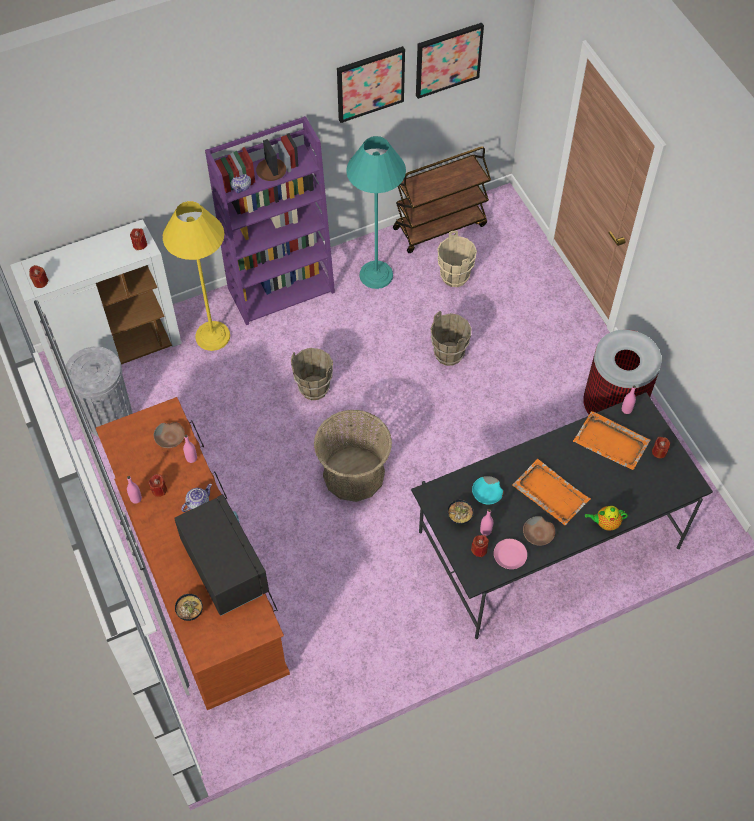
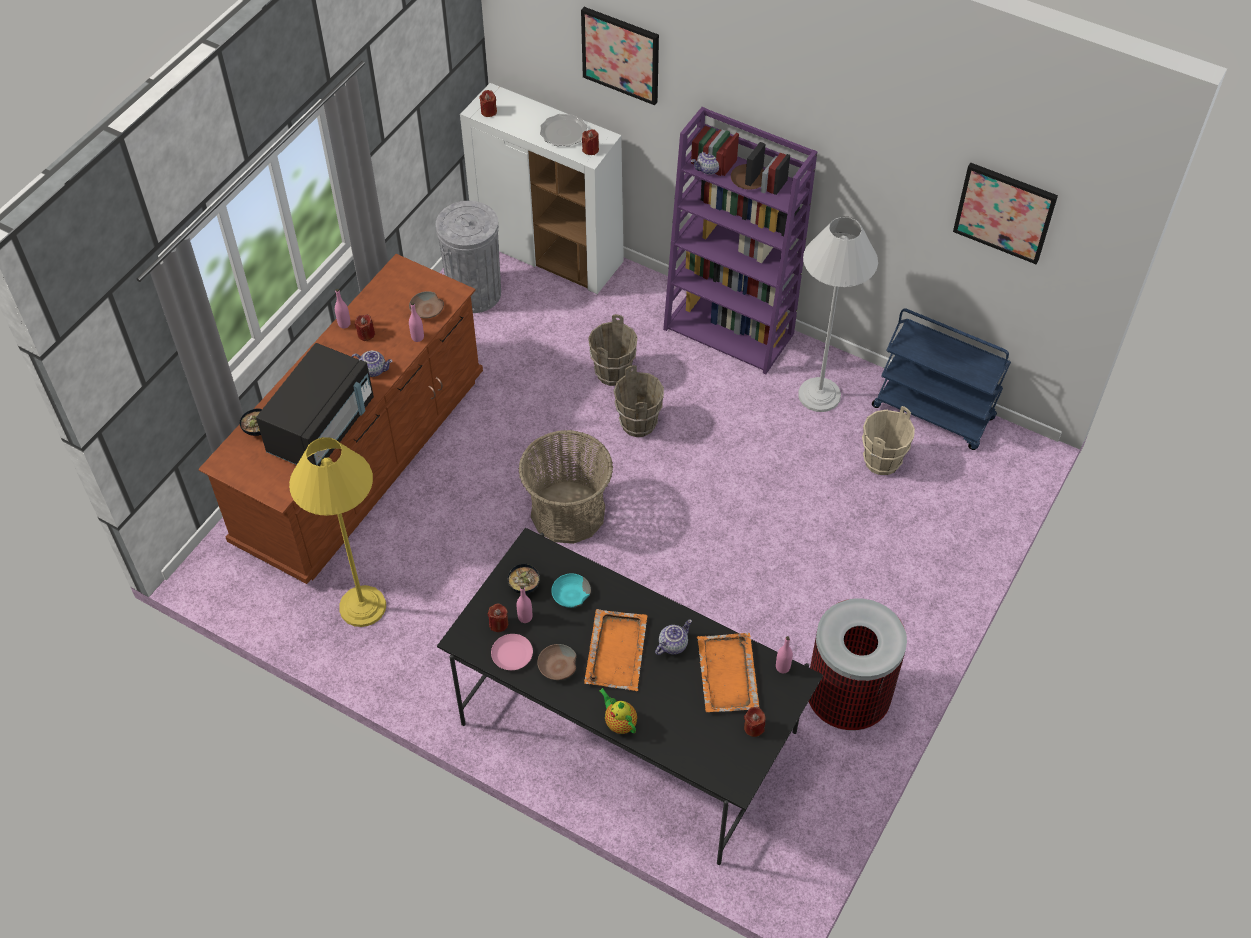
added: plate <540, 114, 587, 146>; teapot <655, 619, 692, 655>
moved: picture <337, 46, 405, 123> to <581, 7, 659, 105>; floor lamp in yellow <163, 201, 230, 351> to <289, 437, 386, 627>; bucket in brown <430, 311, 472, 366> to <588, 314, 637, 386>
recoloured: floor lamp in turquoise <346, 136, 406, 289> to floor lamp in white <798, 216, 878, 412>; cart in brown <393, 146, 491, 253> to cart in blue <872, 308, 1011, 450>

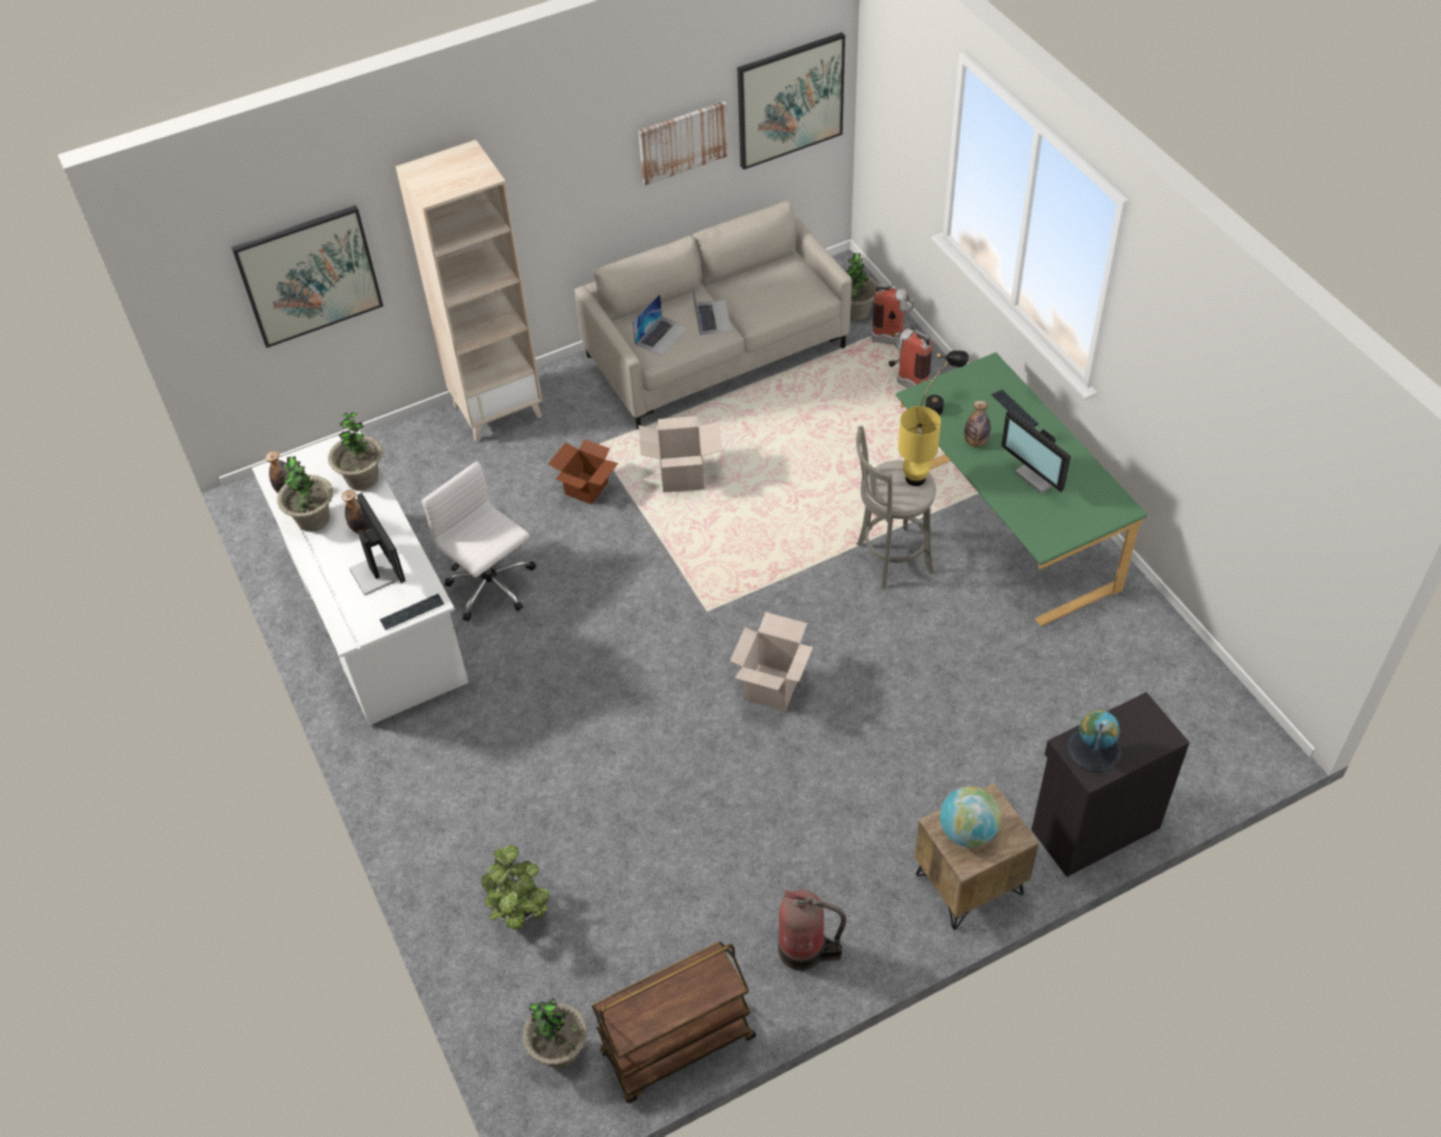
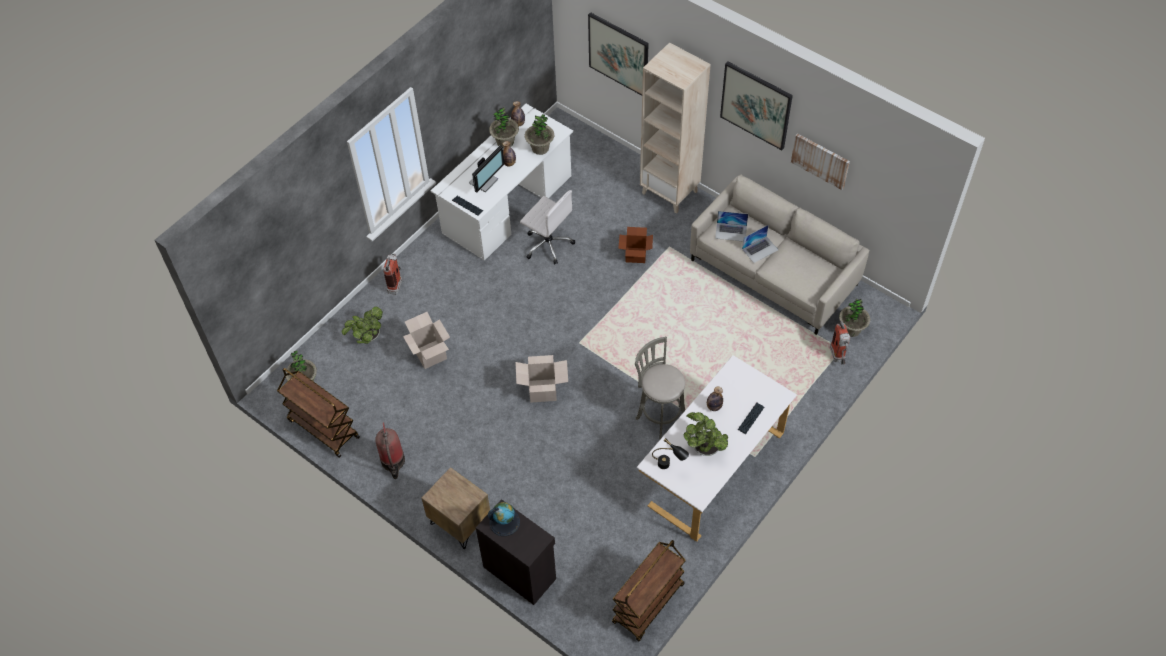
removed: table lamp in yellow <898, 406, 941, 486>; globe <940, 786, 1001, 847>
added: cart in brown <612, 540, 686, 642>
moved: picture <737, 32, 845, 170> to <720, 62, 793, 150>; fire extinguisher <889, 328, 932, 388> to <383, 254, 402, 295>; table lamp in black <920, 351, 969, 415> to <652, 438, 689, 469>; cardboard box <639, 416, 722, 493> to <403, 312, 450, 369>
replaced: monitor <1001, 410, 1071, 494> to potted plant <684, 412, 728, 456>
recoloured: desk in green <896, 352, 1147, 626> to desk in white <637, 355, 797, 542>
turned: office chair in white <422, 461, 536, 621> = <520, 190, 575, 264> 105 degrees clockwise

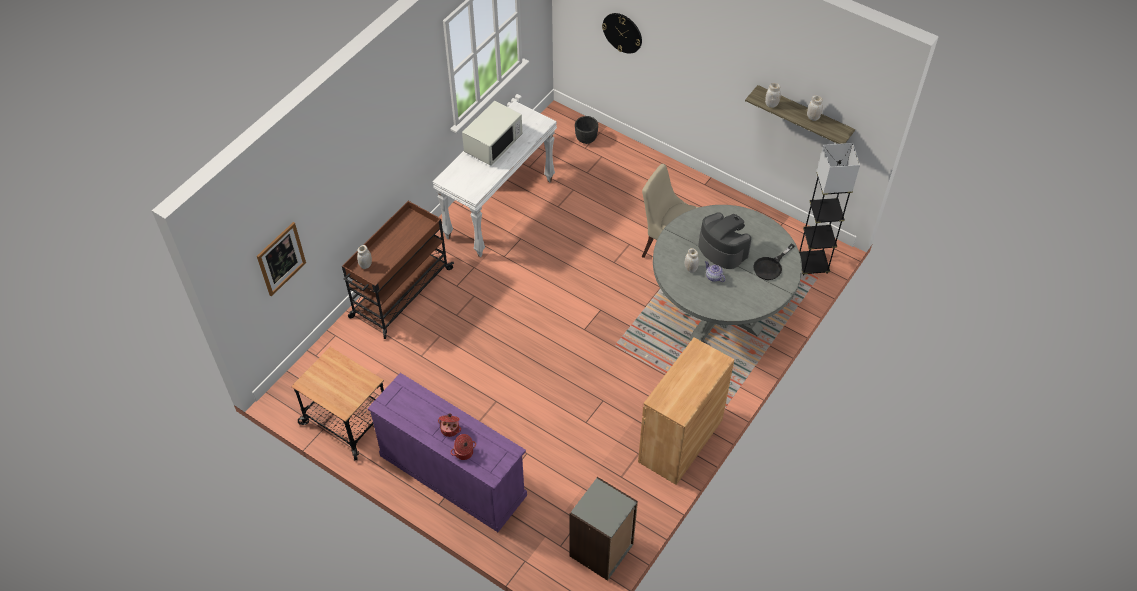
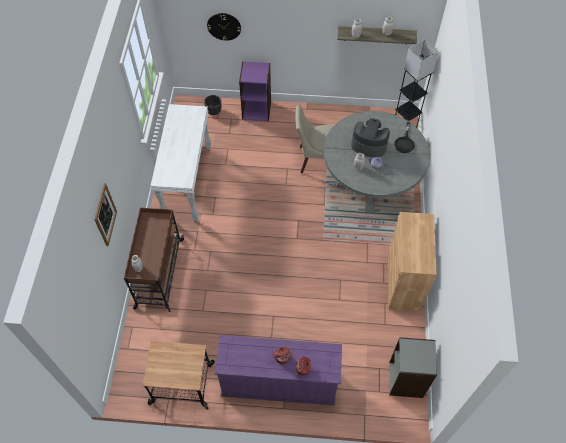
removed: microwave in white <462, 101, 522, 166>
added: bookcase in purple <239, 61, 271, 121>
moved: picture <257, 222, 306, 296> to <94, 183, 117, 246>

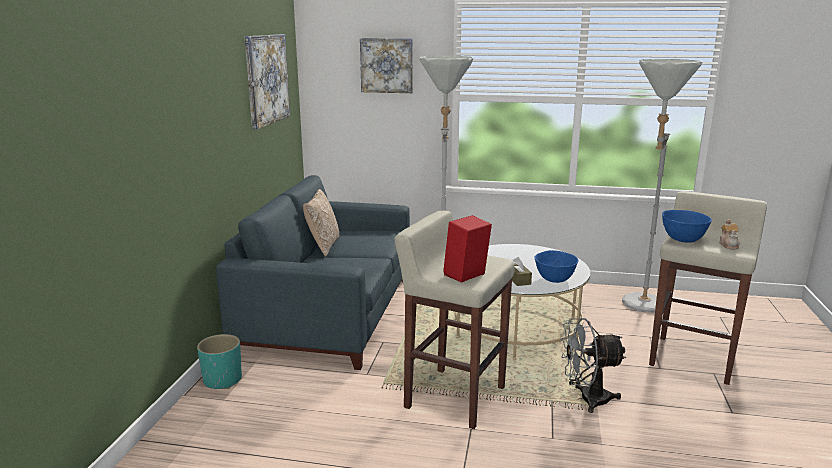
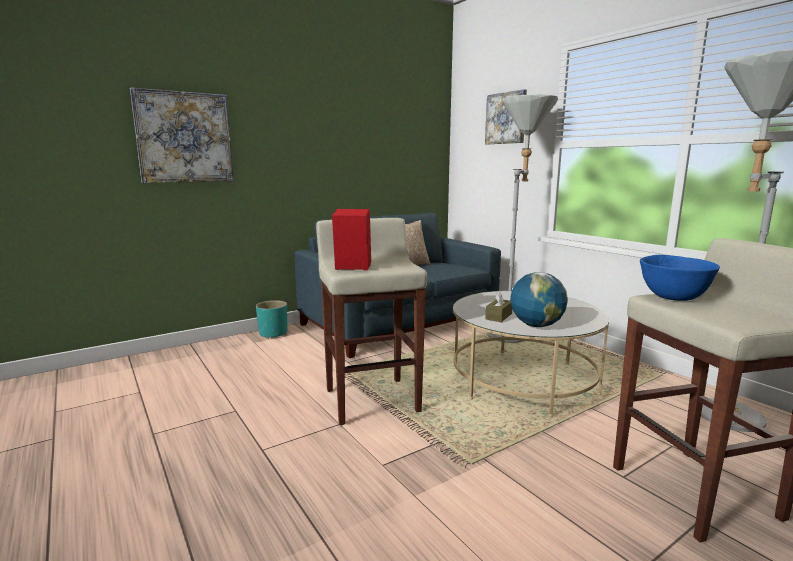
removed: teapot <719, 220, 740, 249>; fan in grey <561, 318, 626, 413>
moved: picture <245, 34, 290, 129> to <130, 87, 234, 183>
replaced: bowl in blue <535, 250, 578, 283> to globe <510, 272, 568, 327>

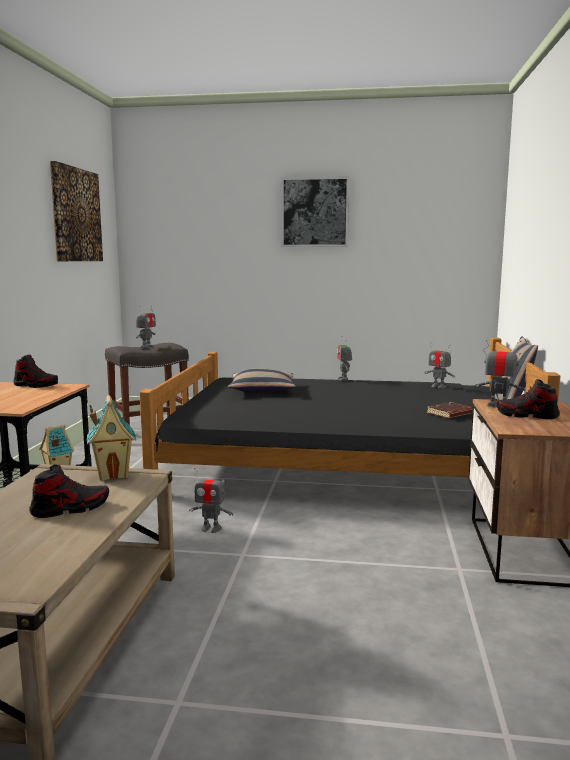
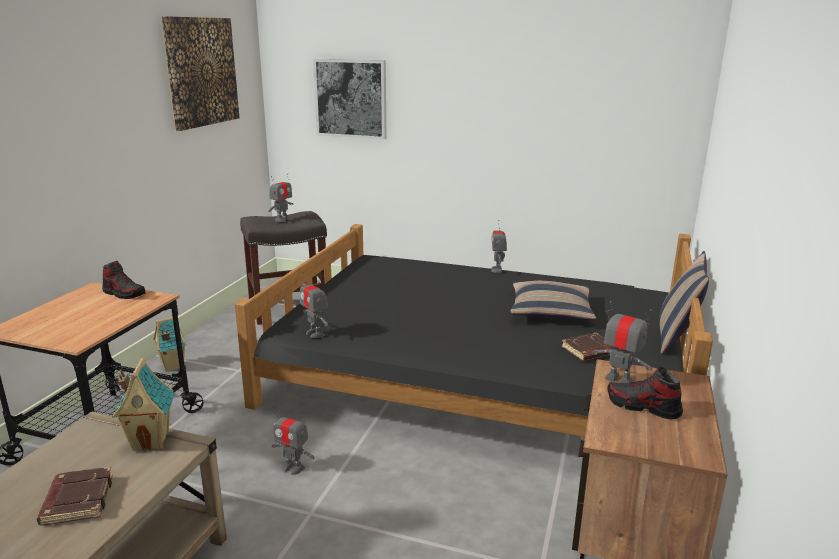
moved: picture <281, 176, 350, 247> to <313, 59, 386, 139>; toy robot <425, 345, 455, 388> to <300, 272, 329, 338>; pillow <228, 368, 295, 393> to <510, 281, 596, 319>
replaced: shoe <29, 464, 109, 518> to book in brown <37, 467, 113, 526>

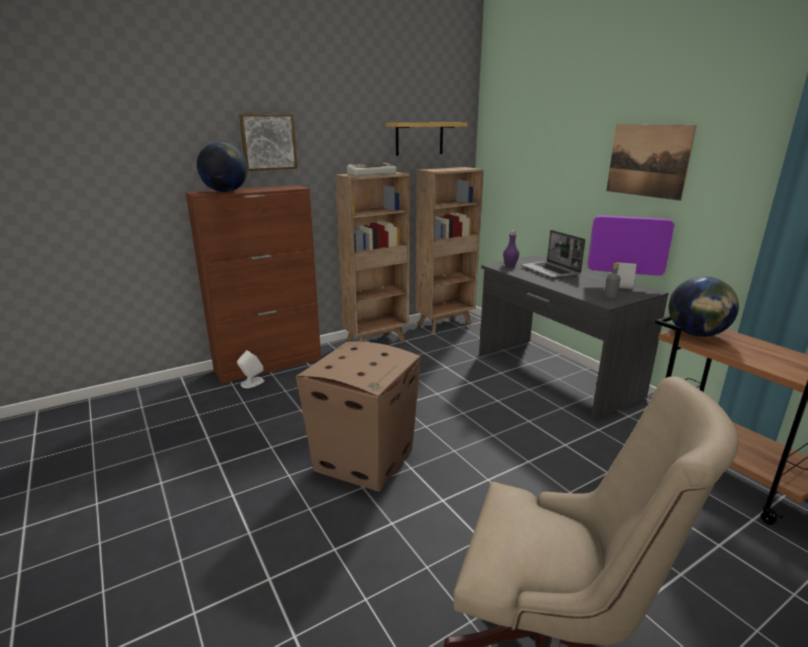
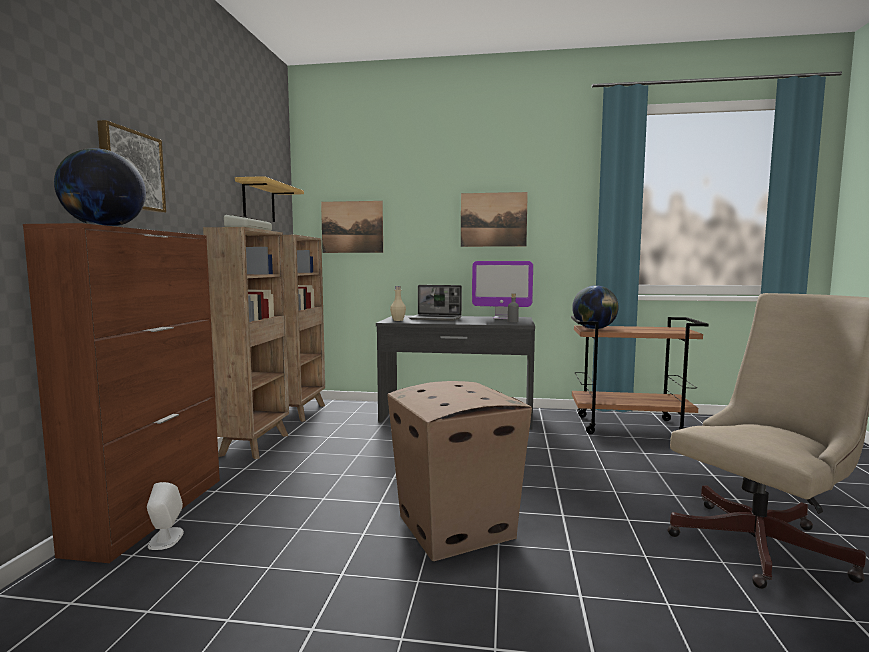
added: picture <321, 201, 383, 253>
recoloured: bottle in purple <503, 231, 519, 267> to bottle in beige <390, 286, 406, 321>
turned: monitor <587, 215, 674, 289> = <472, 261, 533, 319> 135 degrees counterclockwise

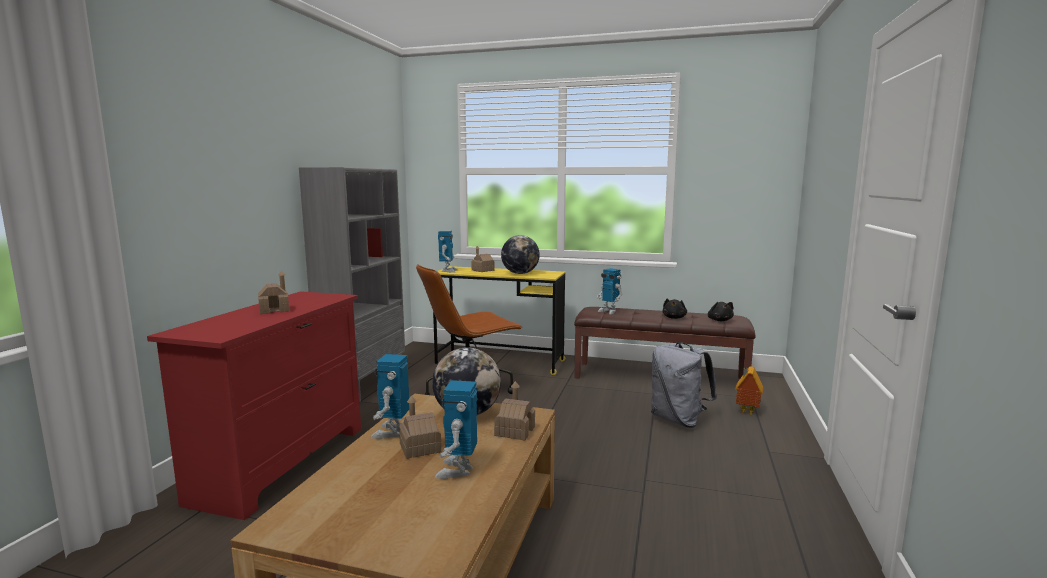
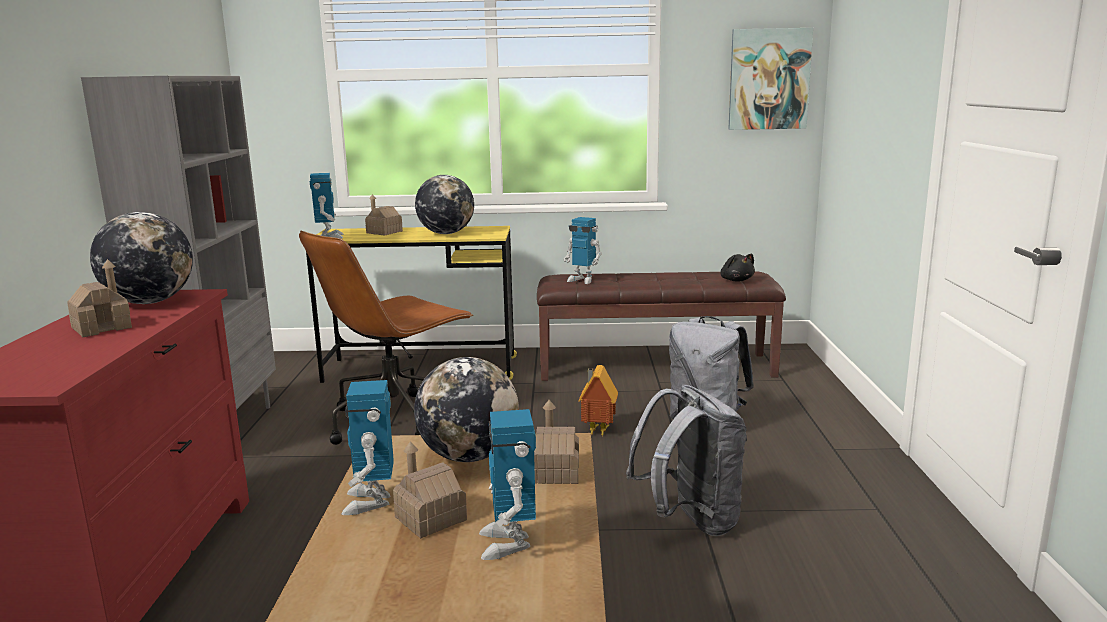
removed: plush toy in black <663, 299, 687, 319>
added: picture <729, 28, 813, 130>; globe <90, 212, 193, 304>; backpack in grey <626, 384, 747, 536>
moved: toy house <735, 366, 764, 415> to <579, 365, 618, 436>

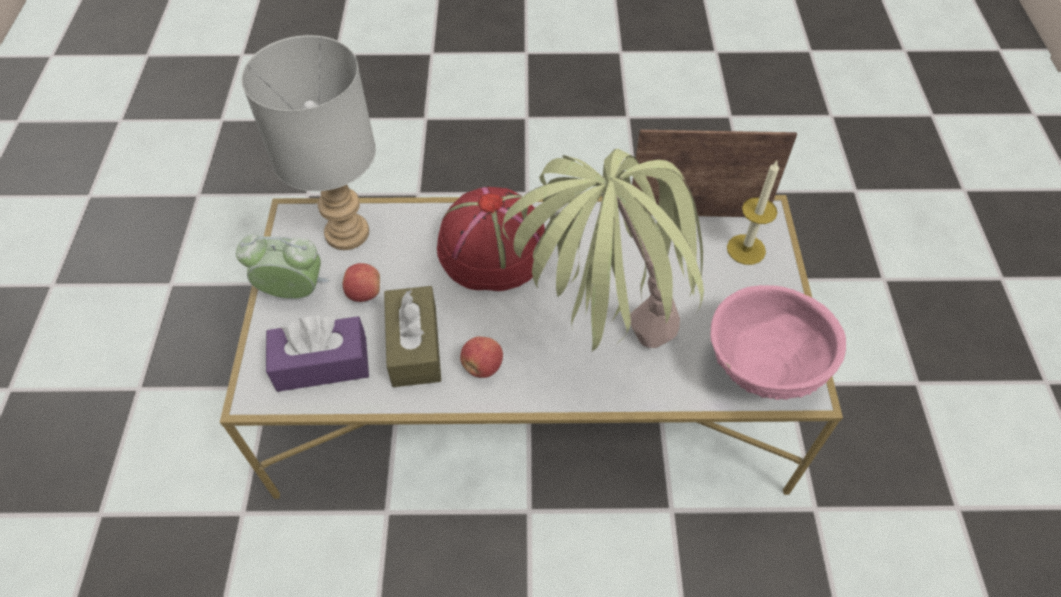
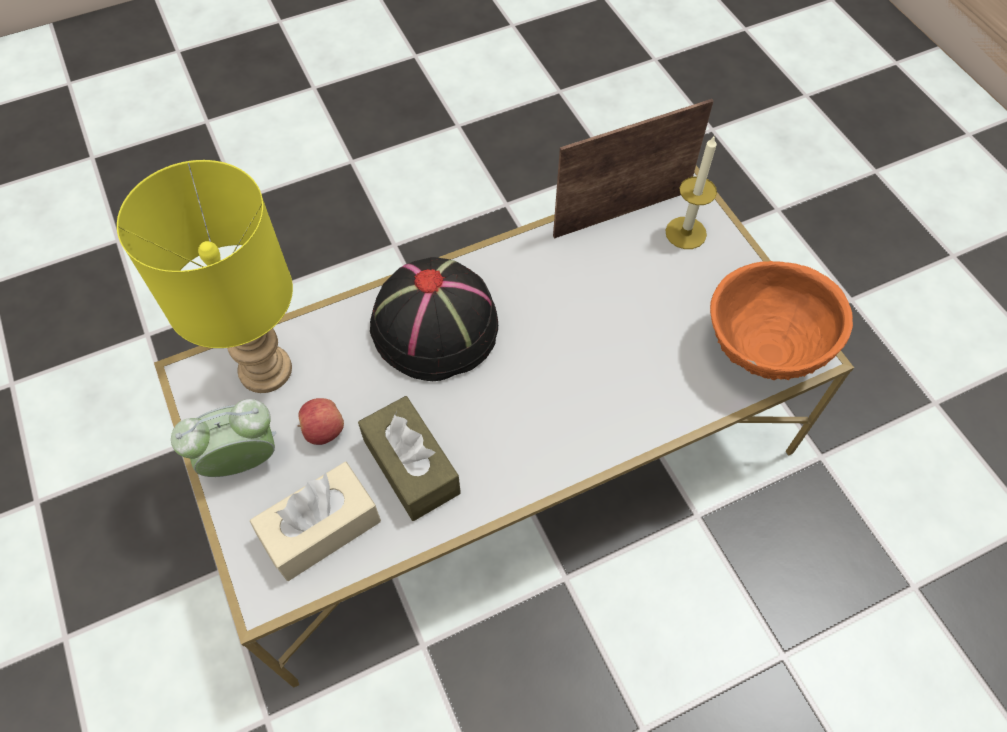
removed: potted plant <502, 148, 704, 351>; apple <460, 336, 503, 378>
recoloured: table lamp in grey <241, 35, 376, 250> to table lamp in yellow <117, 160, 293, 393>; hat in red <437, 187, 545, 291> to hat in black <370, 257, 498, 381>; bowl in pink <711, 285, 846, 400> to bowl in orange <710, 261, 853, 380>; tissue box in purple <266, 315, 369, 392> to tissue box in beige <250, 462, 381, 581>

